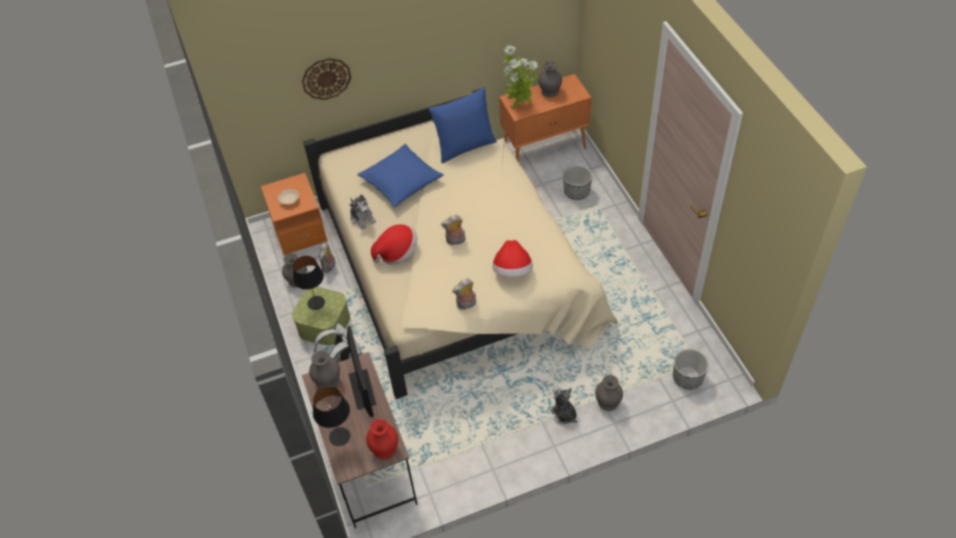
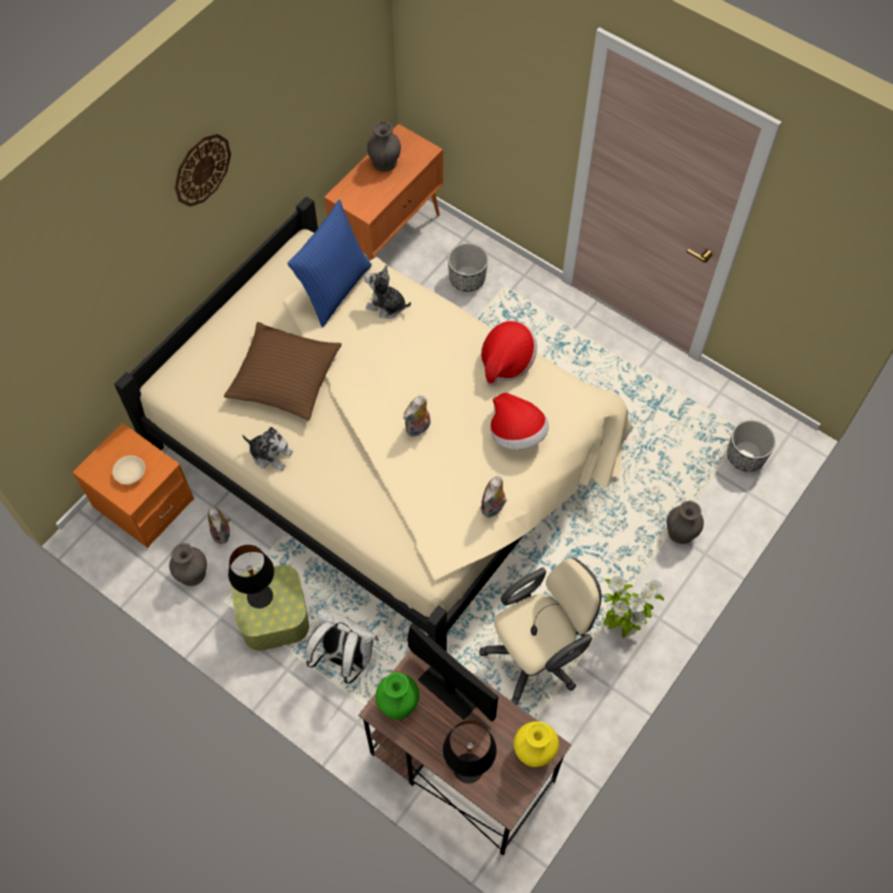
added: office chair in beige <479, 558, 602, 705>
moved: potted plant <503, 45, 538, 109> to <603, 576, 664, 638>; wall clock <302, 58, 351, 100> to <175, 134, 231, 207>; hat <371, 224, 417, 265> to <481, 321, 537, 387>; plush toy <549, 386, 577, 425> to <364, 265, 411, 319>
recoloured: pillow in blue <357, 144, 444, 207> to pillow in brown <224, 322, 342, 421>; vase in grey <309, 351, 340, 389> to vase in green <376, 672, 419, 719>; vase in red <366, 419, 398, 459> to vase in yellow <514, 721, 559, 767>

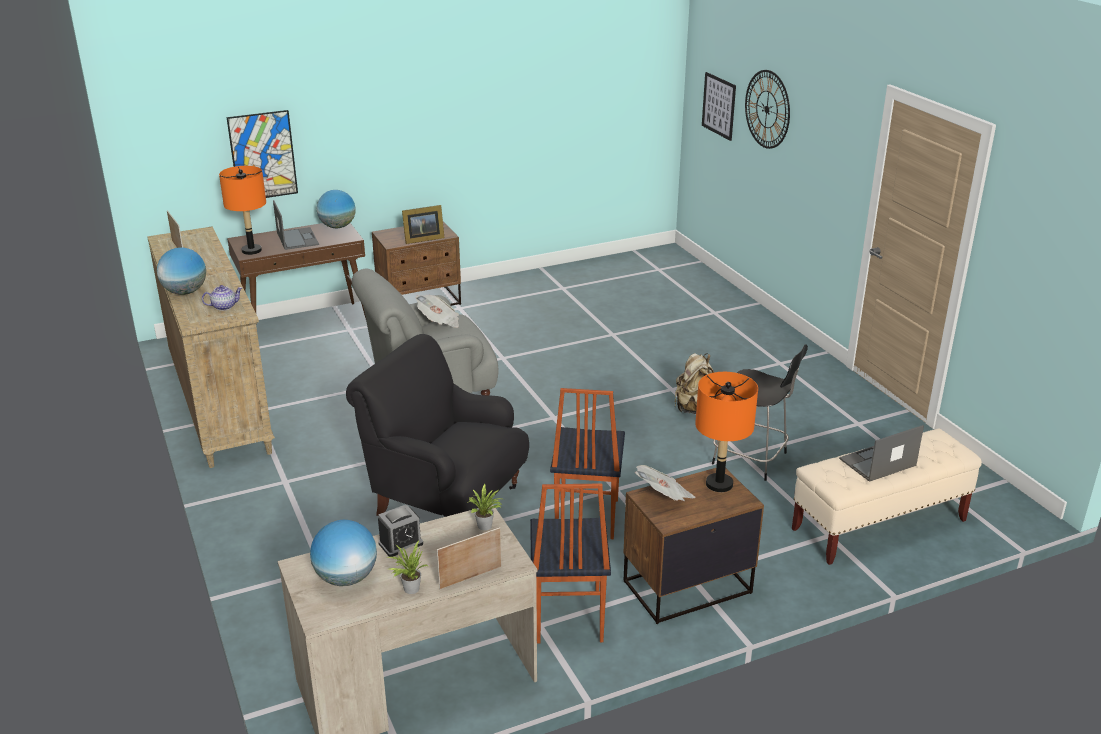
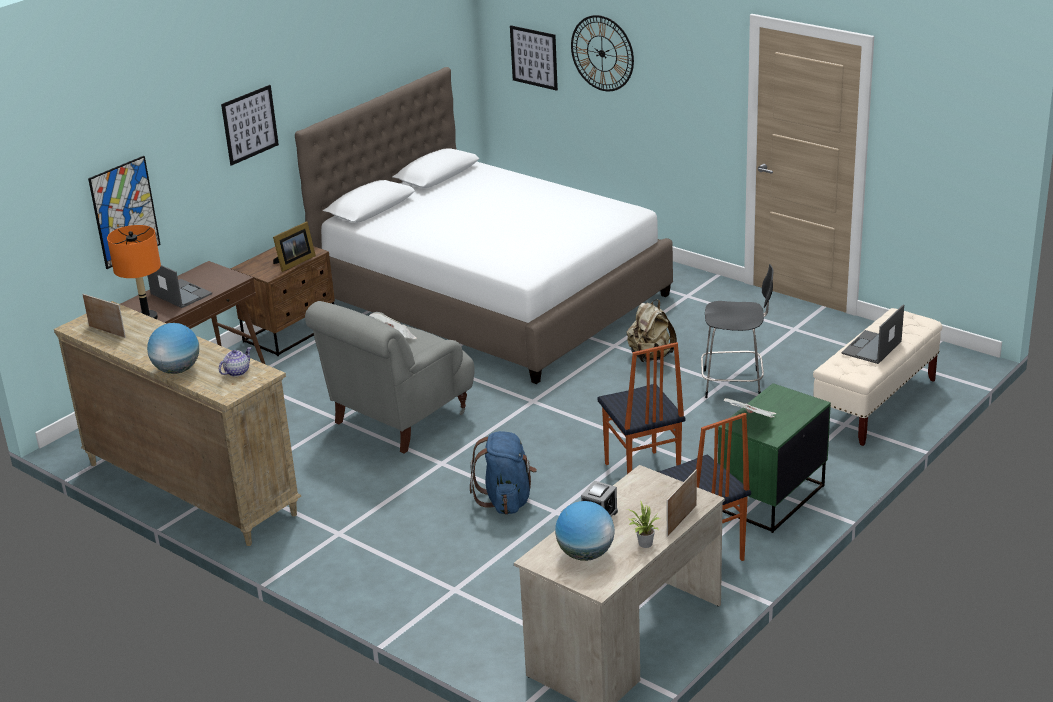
removed: globe <317, 190, 356, 228>; table lamp in orange <695, 372, 758, 492>; potted plant <467, 483, 502, 530>
added: bed in white <295, 67, 673, 384>; picture <221, 85, 279, 166>
replaced: armchair in black <346, 334, 529, 517> to backpack in blue <470, 431, 537, 515>
recoloured: nightstand in brown <623, 468, 764, 624> to nightstand in green <718, 383, 831, 533>

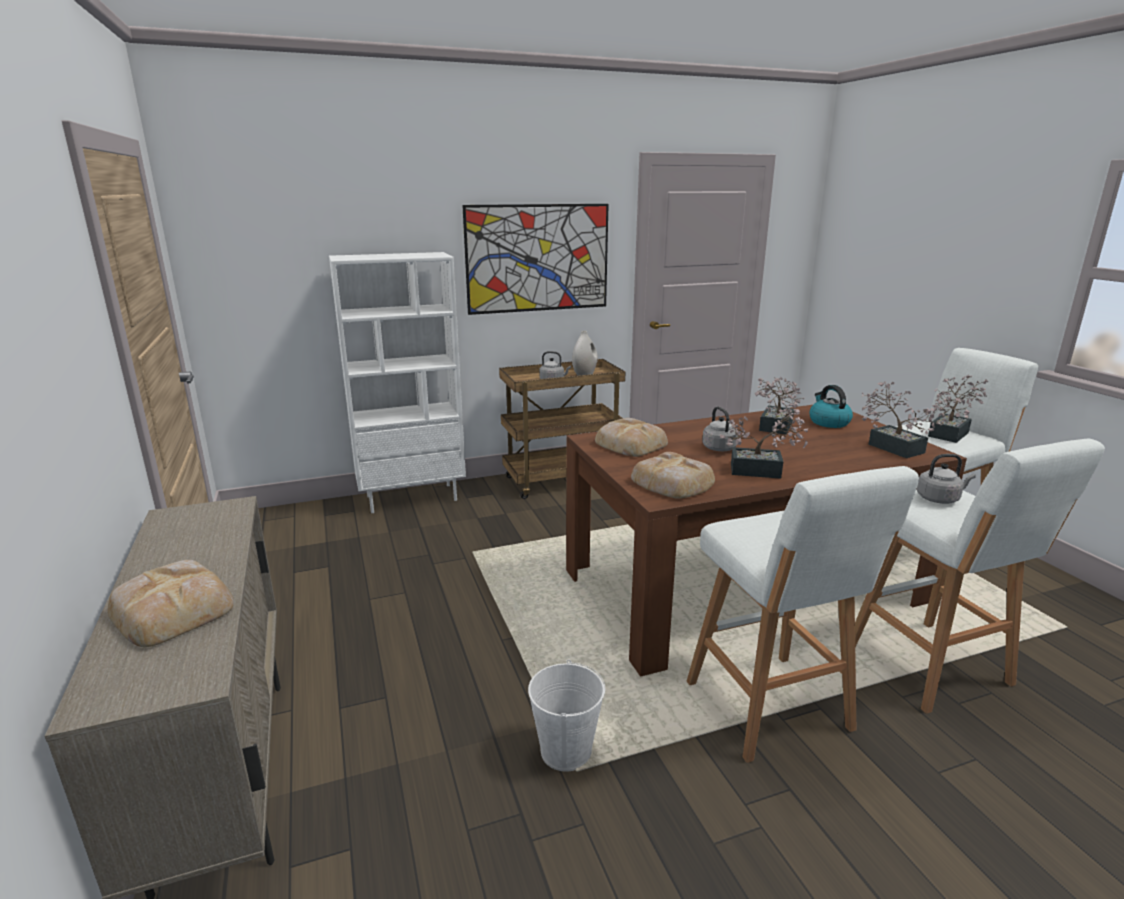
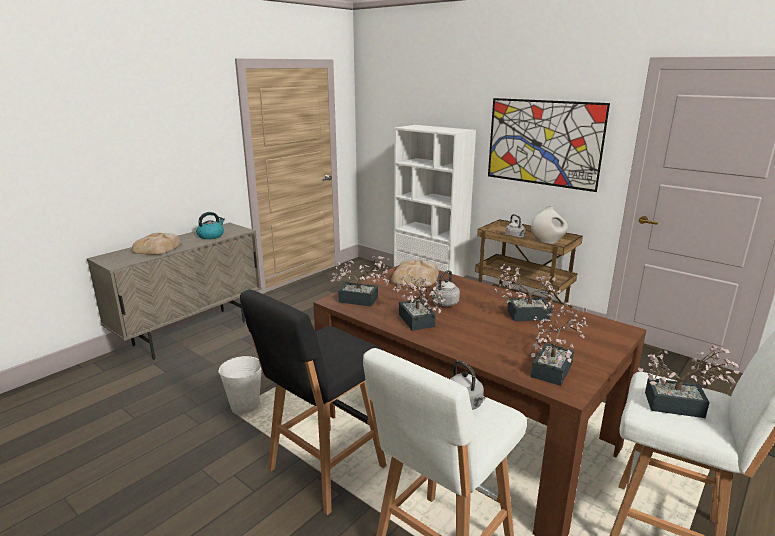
moved: kettle <809, 385, 853, 428> to <196, 212, 225, 239>
replaced: bread <631, 452, 715, 499> to potted plant <330, 256, 390, 306>
recoloured: stool in white <687, 466, 919, 763> to stool in black <240, 290, 387, 515>

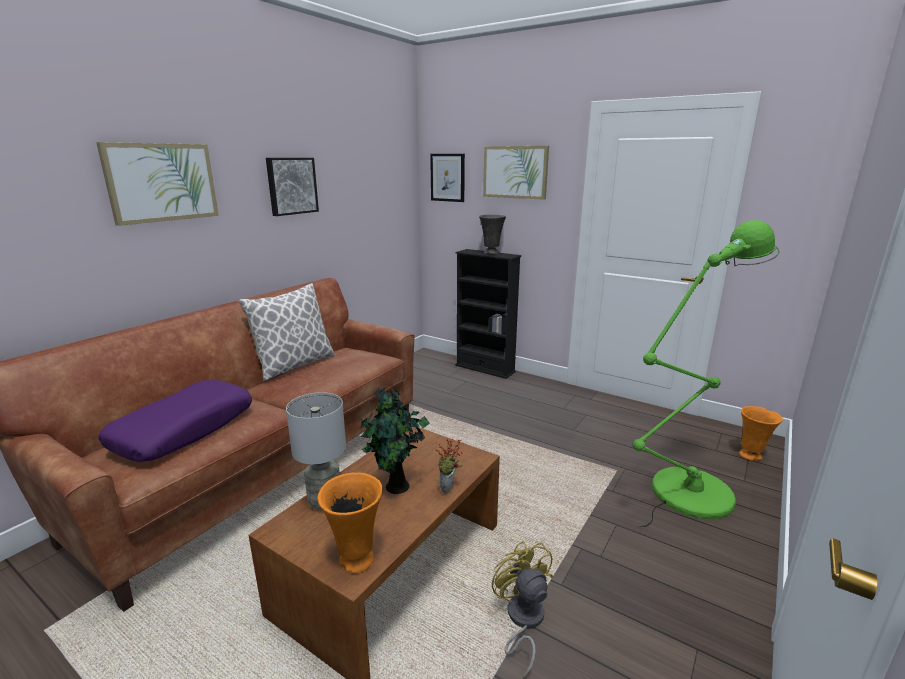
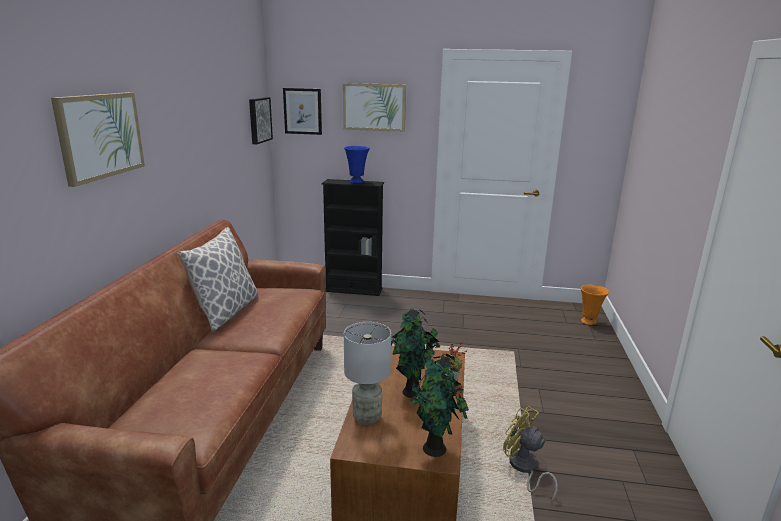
removed: floor lamp in green <633, 220, 780, 527>; pillow in purple <99, 380, 252, 462>
moved: picture <266, 158, 319, 216> to <249, 97, 273, 144>
replaced: vase in orange <318, 473, 383, 574> to potted plant <410, 354, 469, 457>
recoloured: vase in grey <479, 214, 506, 254> to vase in blue <344, 146, 370, 183>

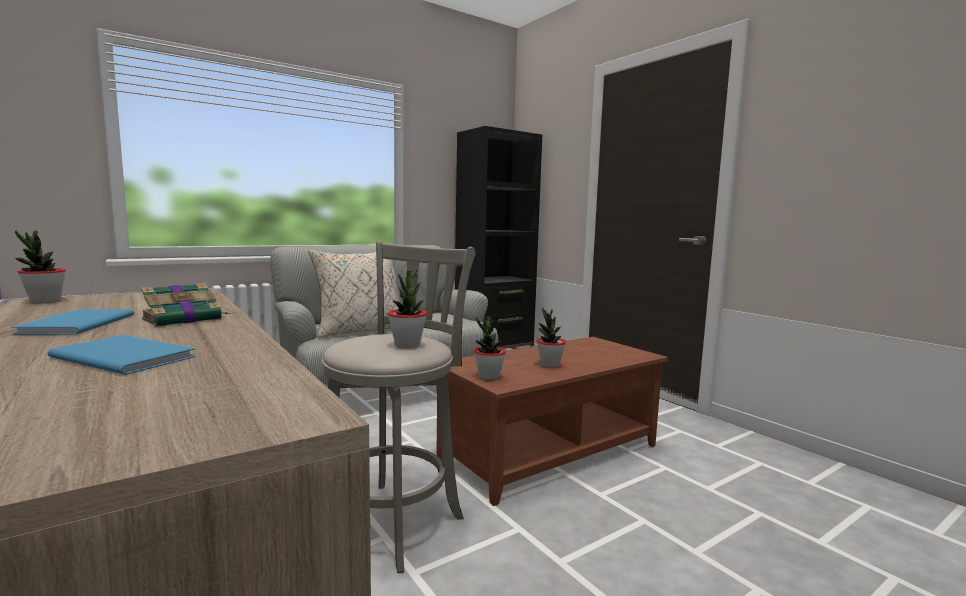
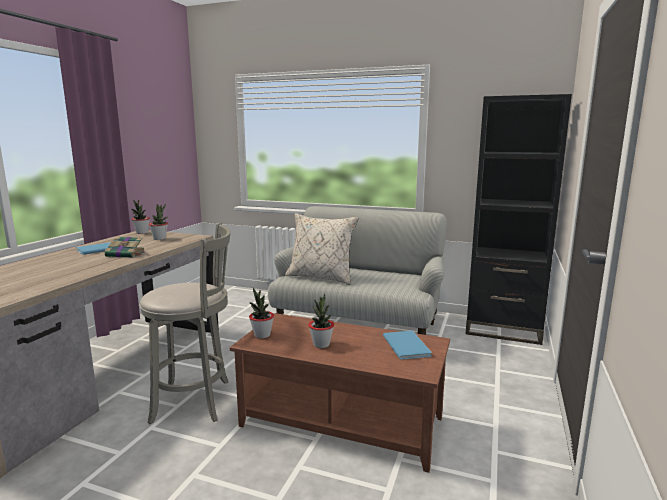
moved: potted plant <388, 269, 427, 348> to <149, 204, 168, 240>; book in blue <47, 335, 196, 375> to <383, 331, 432, 360>

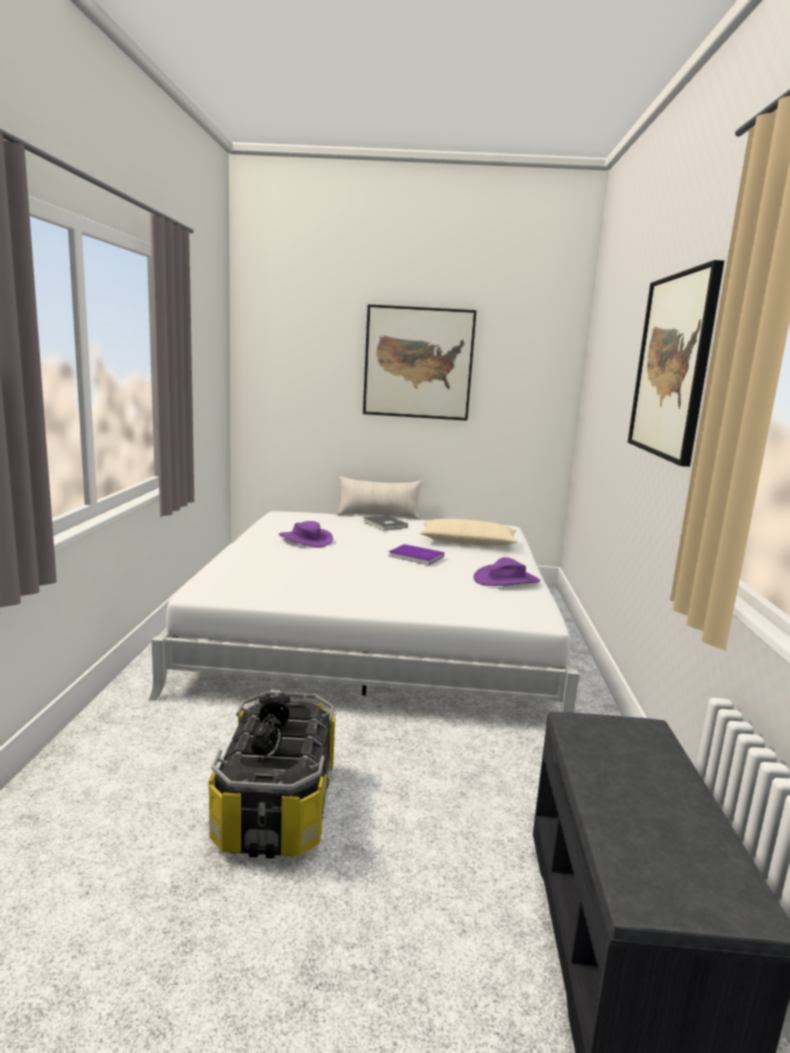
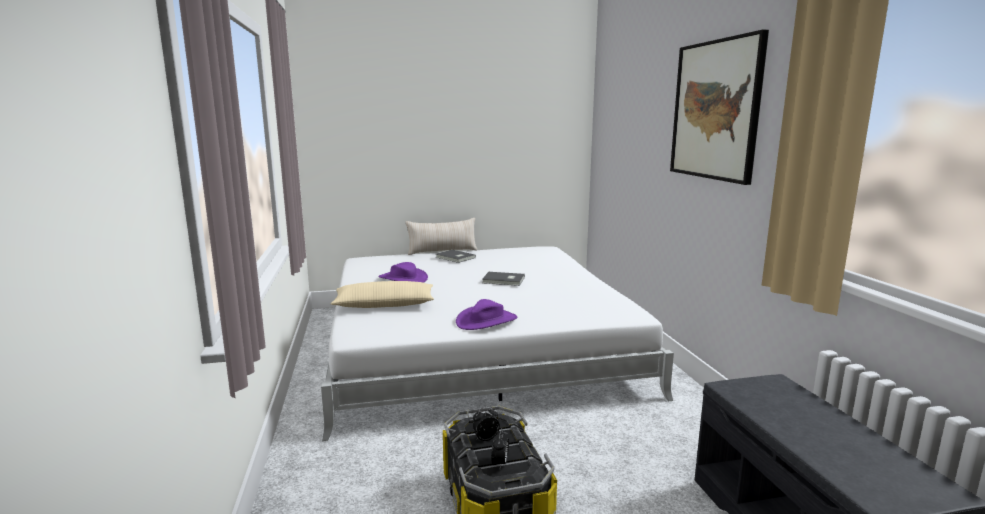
removed: picture <363, 304, 477, 421>
moved: pillow in beige <420, 519, 517, 546> to <331, 281, 434, 308>; hat in purple <474, 557, 540, 586> to <456, 299, 518, 330>
recoloured: book in purple <389, 544, 444, 565> to book in grey <482, 272, 525, 286>

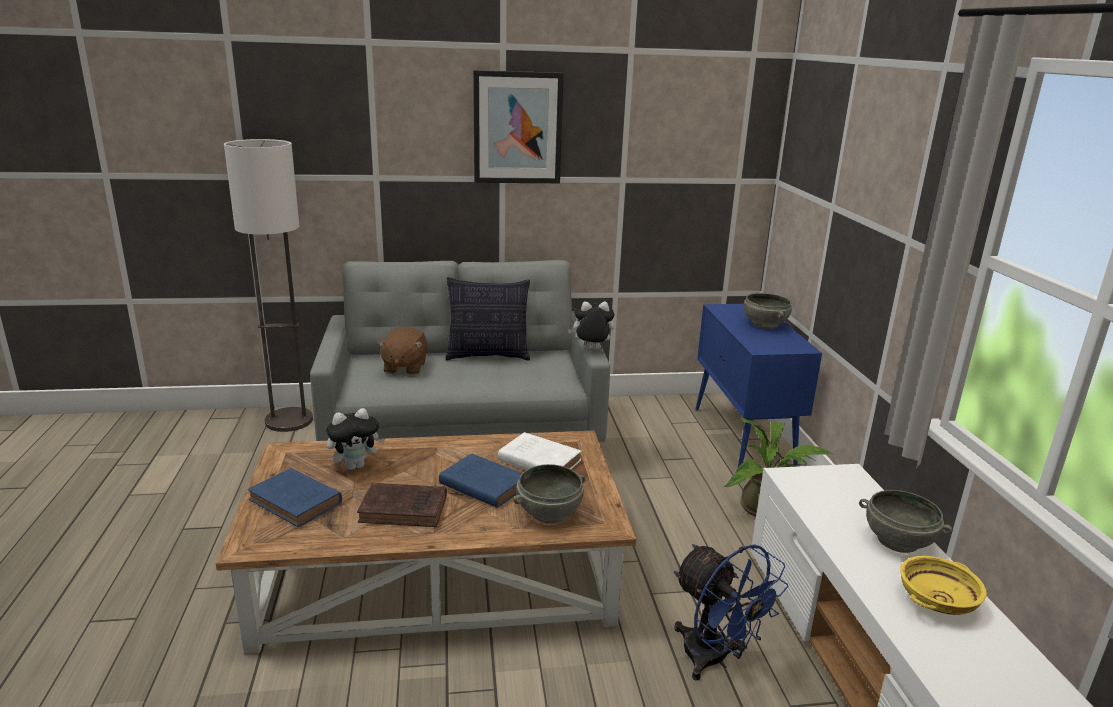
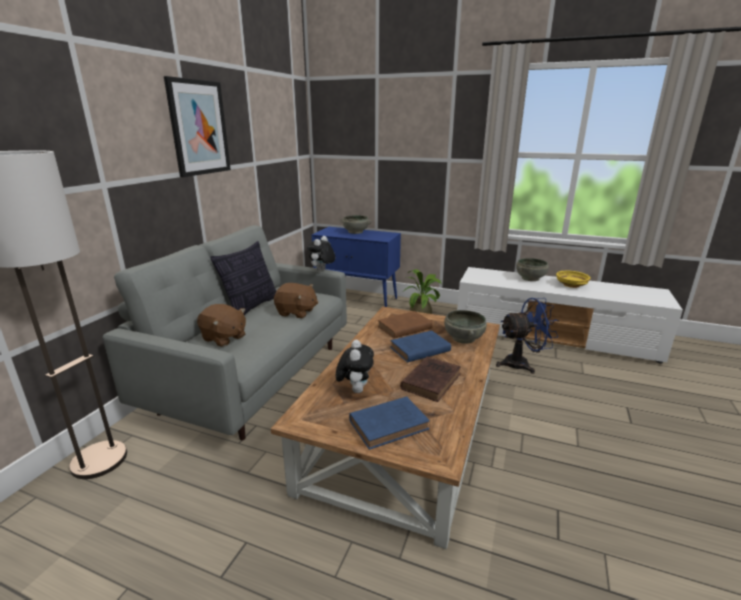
added: plush toy in brown <274, 283, 318, 318>
recoloured: book in white <498, 432, 582, 470> to book in brown <378, 311, 433, 338>

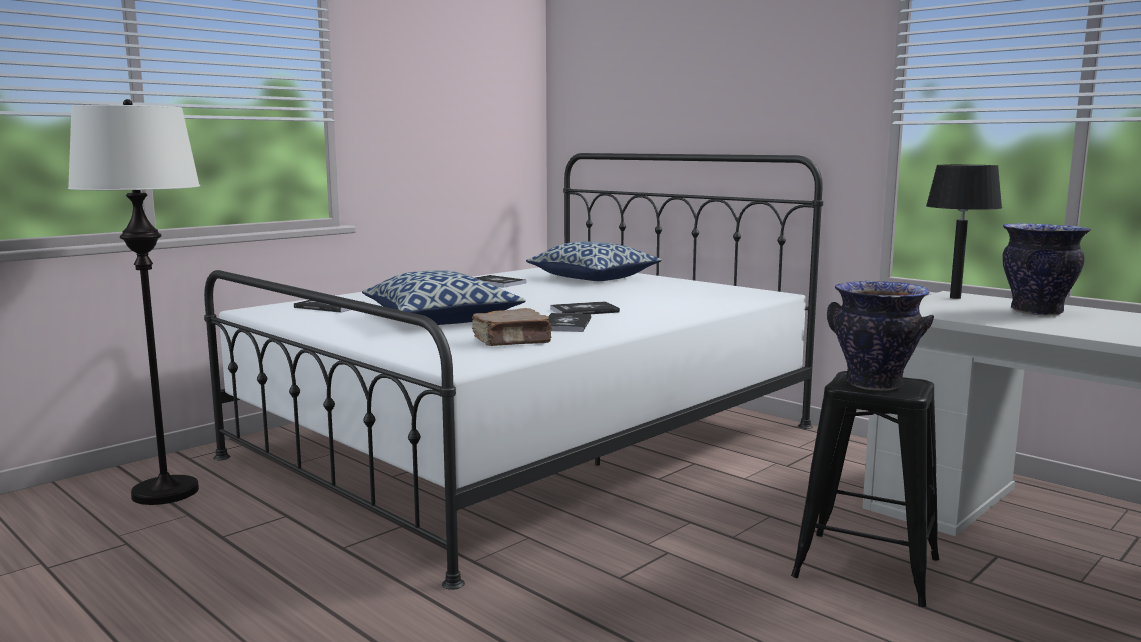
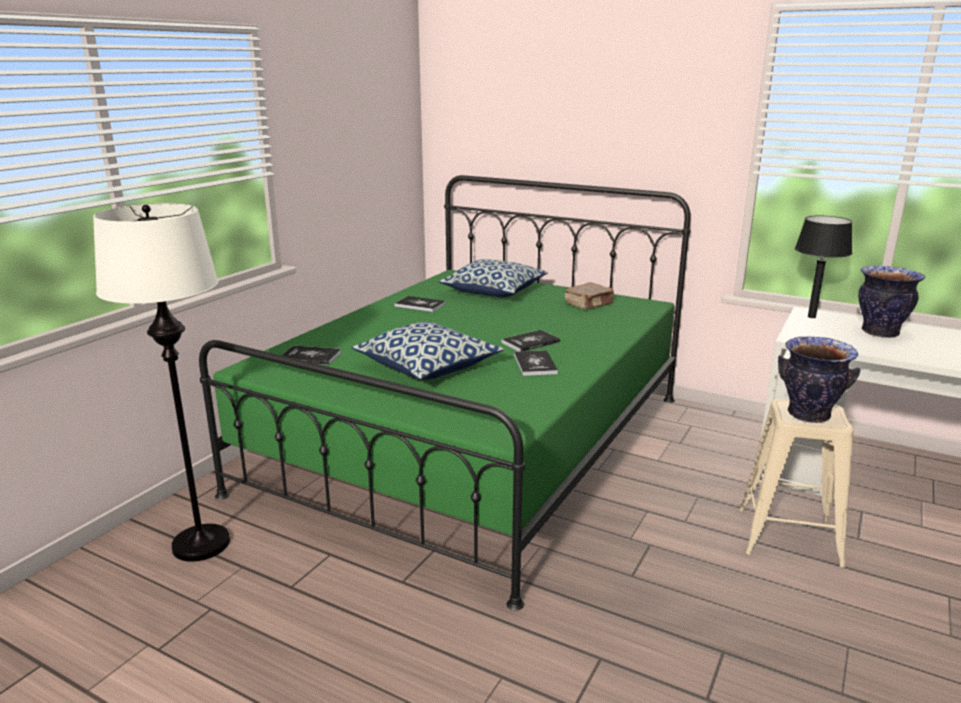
moved: book in brown <472, 308, 552, 346> to <565, 282, 614, 309>
recoloured: bed in white <204, 153, 823, 590> to bed in green <199, 175, 691, 610>; stool in black <791, 371, 939, 607> to stool in beige <739, 399, 854, 567>

